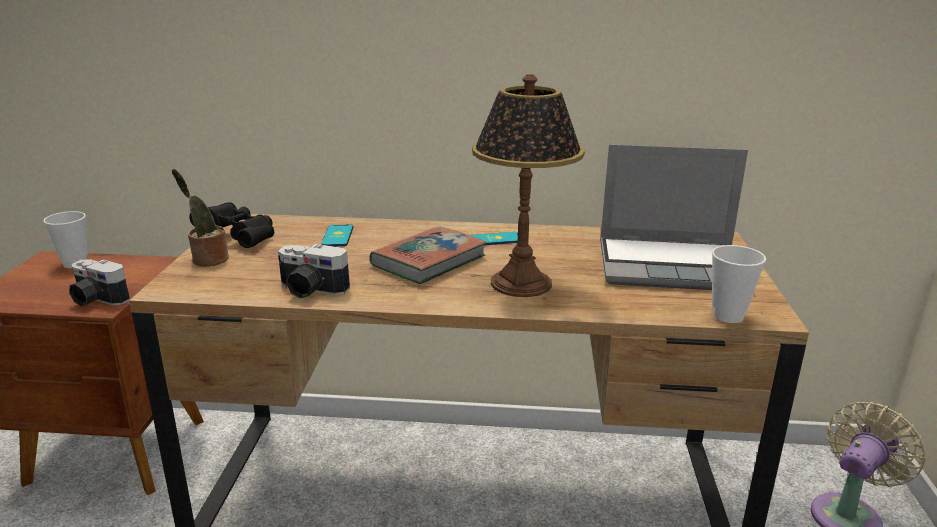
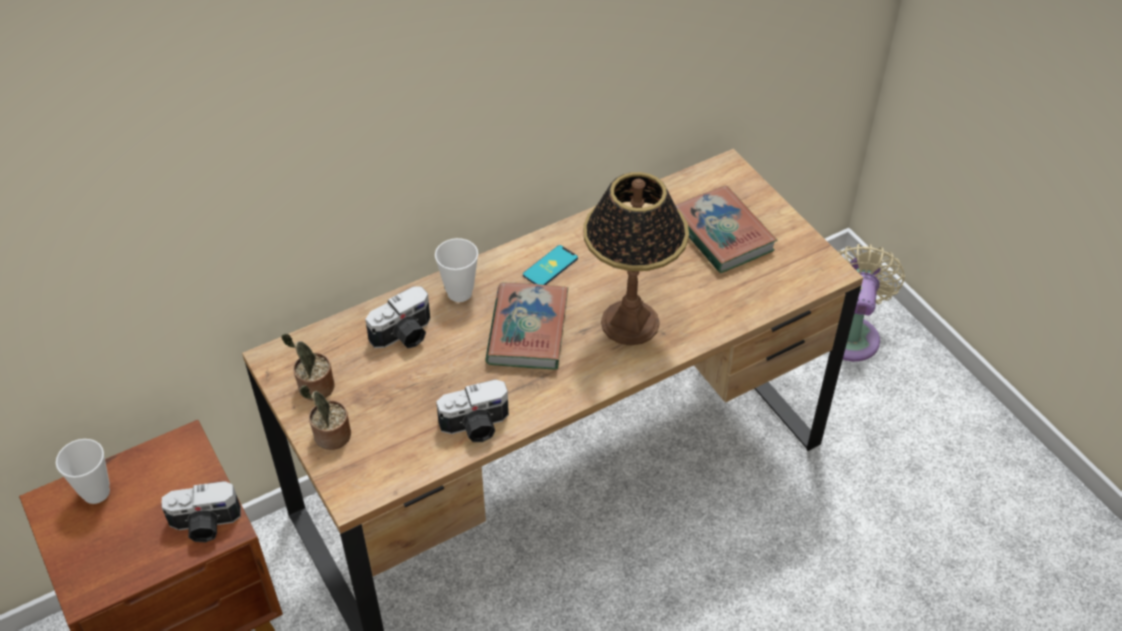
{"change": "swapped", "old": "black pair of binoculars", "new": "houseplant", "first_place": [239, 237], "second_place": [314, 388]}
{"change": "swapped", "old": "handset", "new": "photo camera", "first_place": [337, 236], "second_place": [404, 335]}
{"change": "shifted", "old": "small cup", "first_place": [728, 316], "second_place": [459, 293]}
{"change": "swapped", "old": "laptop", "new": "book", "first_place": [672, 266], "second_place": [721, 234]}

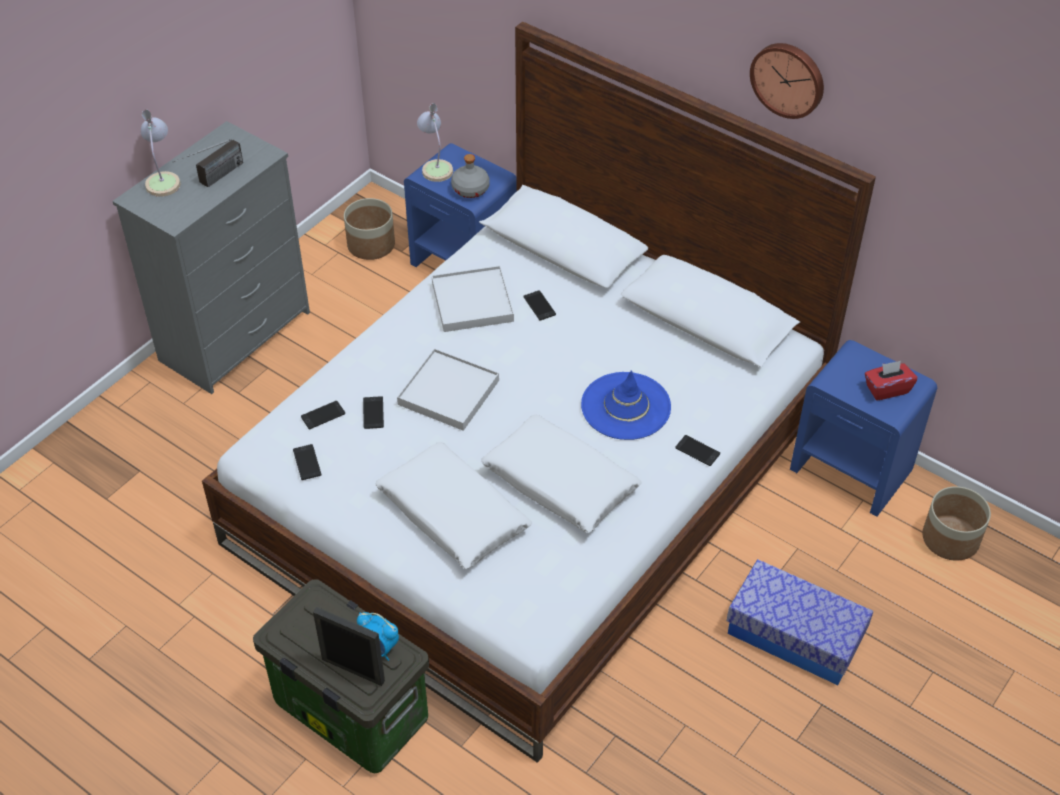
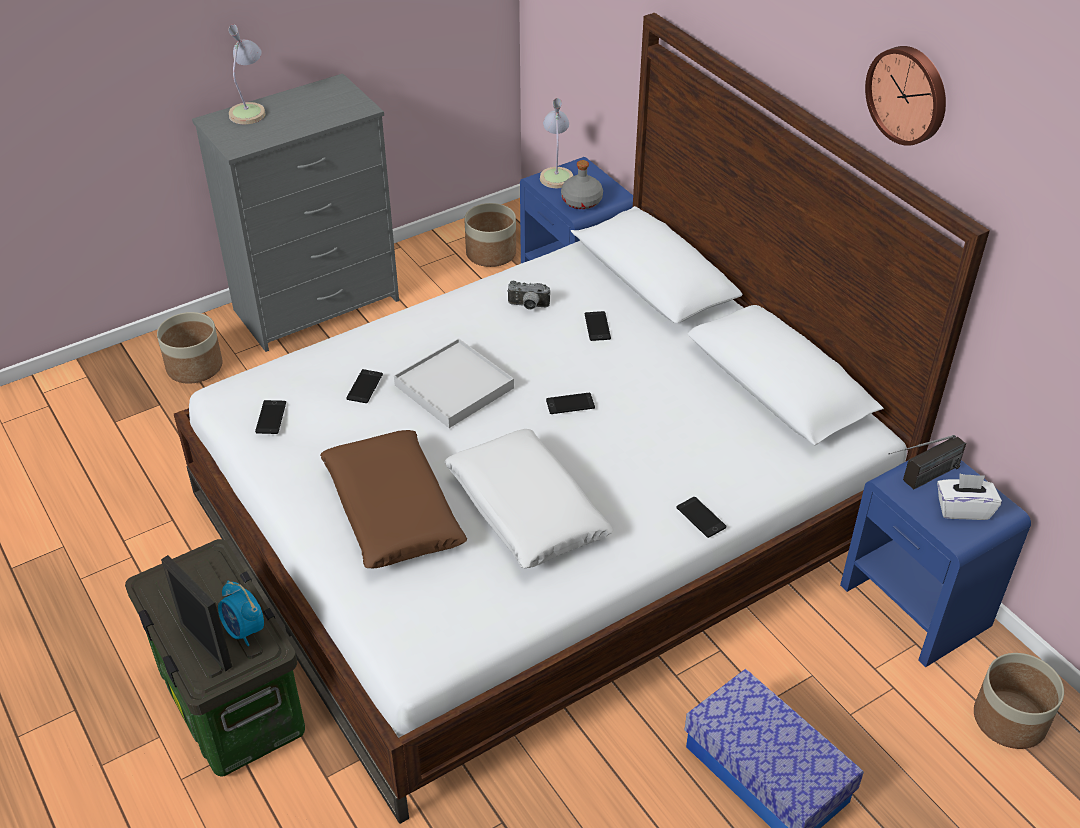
{"change": "new", "new": "planter", "second_place": [195, 367]}
{"change": "repainted", "old": "white throw pillow", "new": "brown-coloured throw pillow", "first_place": [452, 514], "second_place": [392, 510]}
{"change": "swapped", "old": "white carrying tray", "new": "photo camera", "first_place": [472, 302], "second_place": [528, 306]}
{"change": "shifted", "old": "handset", "first_place": [323, 415], "second_place": [570, 404]}
{"change": "shifted", "old": "radio", "first_place": [212, 180], "second_place": [919, 480]}
{"change": "repainted", "old": "red tissue box", "new": "white tissue box", "first_place": [887, 389], "second_place": [963, 509]}
{"change": "gone", "old": "blue-coloured wearable hat", "first_place": [625, 406]}

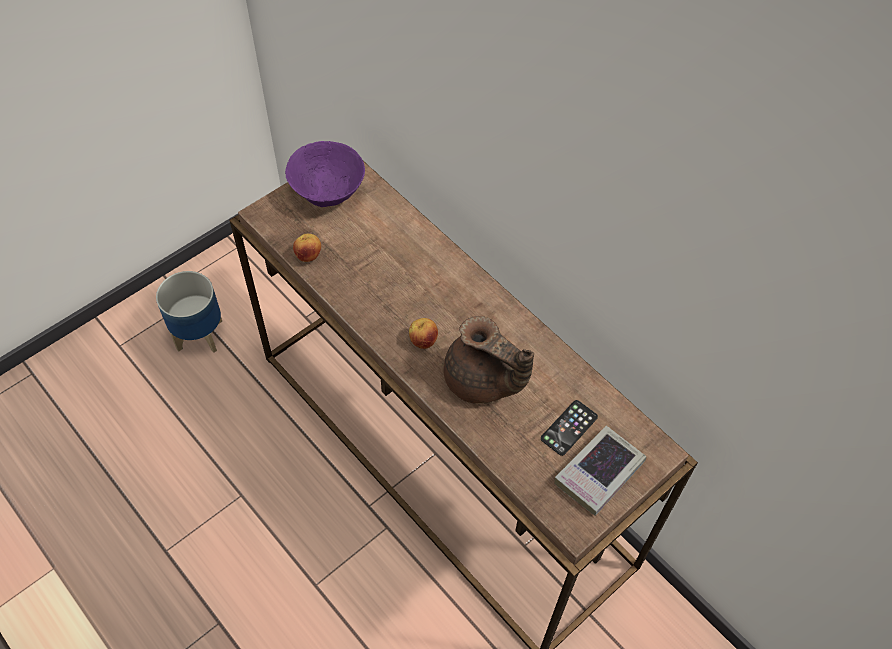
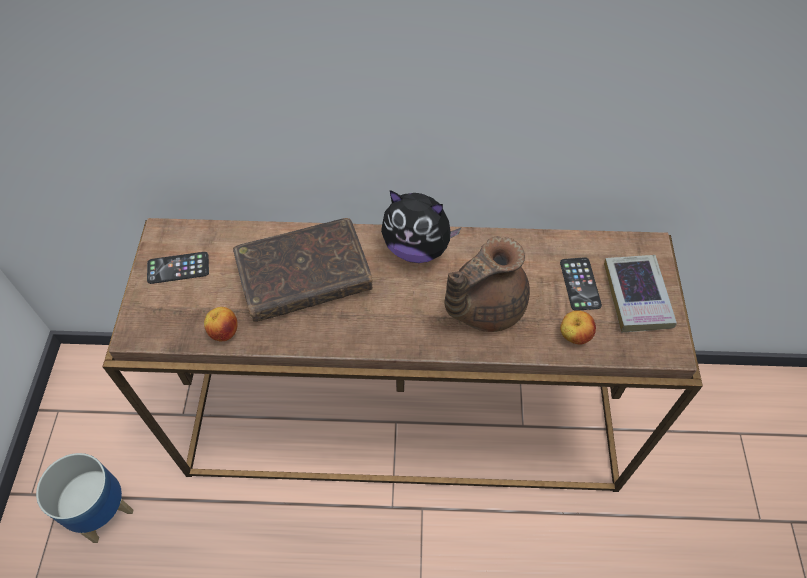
{"change": "swapped", "old": "purple bowl", "new": "handset", "first_place": [327, 193], "second_place": [178, 268]}
{"change": "new", "new": "brown-coloured book", "second_place": [304, 278]}
{"change": "new", "new": "soft toy", "second_place": [417, 248]}
{"change": "rotated", "old": "brown-coloured tea pot", "first_place": [482, 381], "second_place": [483, 306], "degrees": 150}
{"change": "shifted", "old": "whole apple", "first_place": [423, 341], "second_place": [574, 336]}

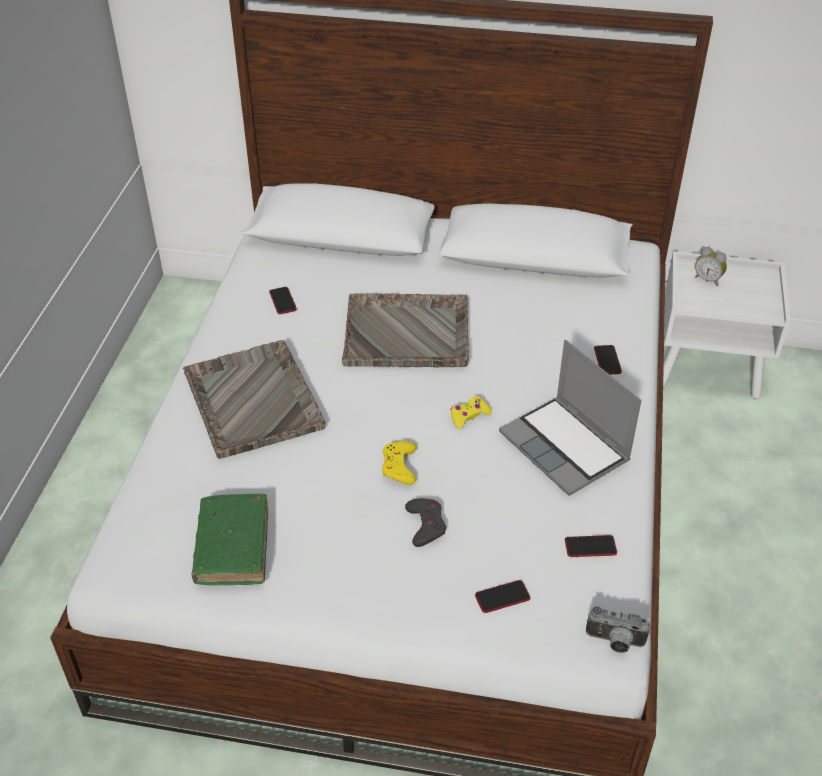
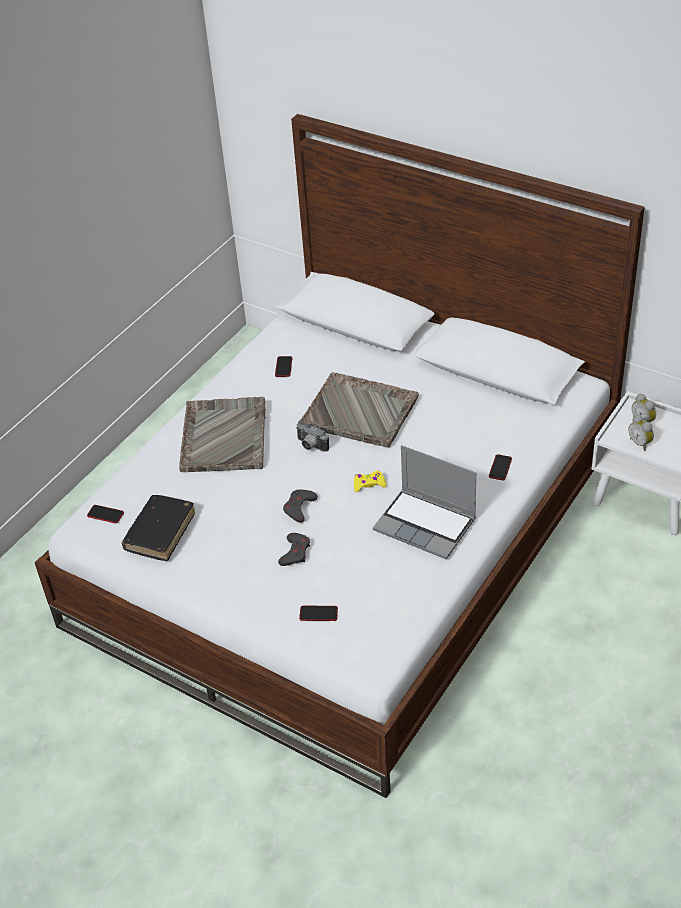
{"change": "shifted", "old": "handset", "first_place": [590, 547], "second_place": [105, 514]}
{"change": "repainted", "old": "green book", "new": "black book", "first_place": [232, 546], "second_place": [160, 533]}
{"change": "repainted", "old": "yellow-coloured joypad", "new": "greyish joypad", "first_place": [399, 466], "second_place": [299, 508]}
{"change": "shifted", "old": "photo camera", "first_place": [614, 642], "second_place": [310, 446]}
{"change": "rotated", "old": "laptop", "first_place": [566, 447], "second_place": [426, 525], "degrees": -45}
{"change": "new", "new": "alarm clock", "second_place": [640, 443]}

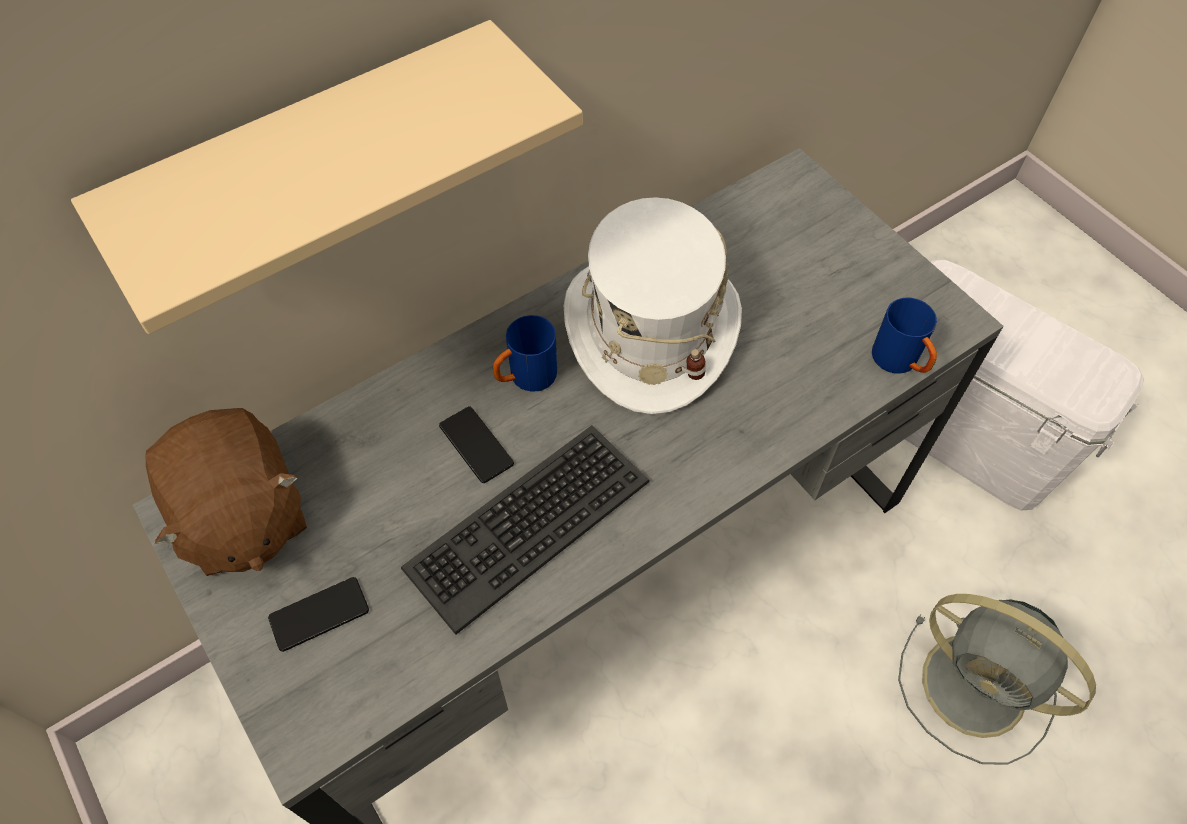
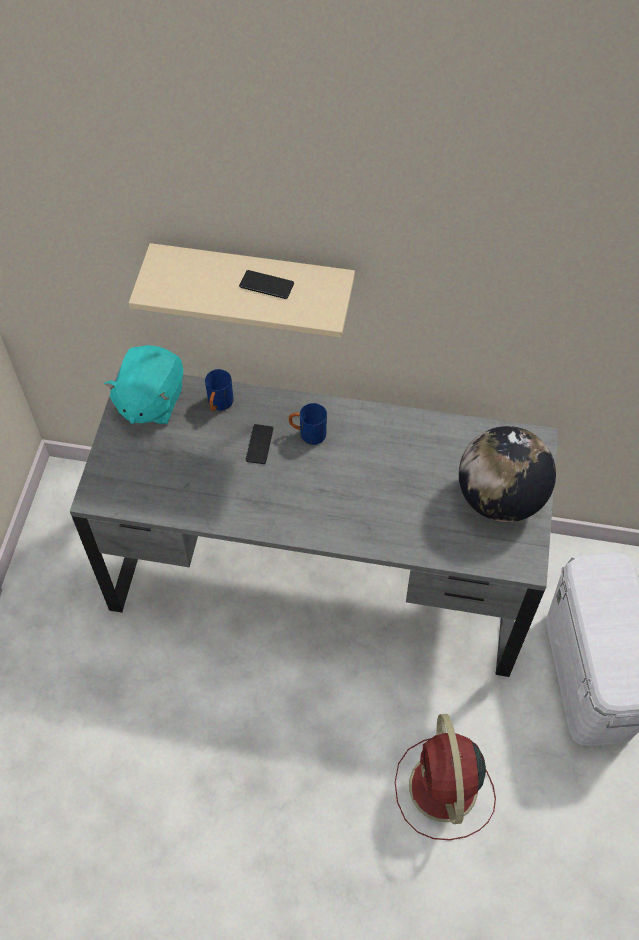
{"change": "repainted", "old": "brown-coloured soft toy", "new": "turquoise-coloured soft toy", "first_place": [241, 517], "second_place": [150, 401]}
{"change": "shifted", "old": "blue-coloured tea mug", "first_place": [900, 362], "second_place": [219, 405]}
{"change": "shifted", "old": "handset", "first_place": [319, 614], "second_place": [266, 285]}
{"change": "repainted", "old": "greyish fan", "new": "red fan", "first_place": [978, 688], "second_place": [443, 790]}
{"change": "new", "new": "world globe", "second_place": [499, 498]}
{"change": "gone", "old": "PC keyboard", "first_place": [527, 523]}
{"change": "gone", "old": "white wearable hat", "first_place": [649, 331]}

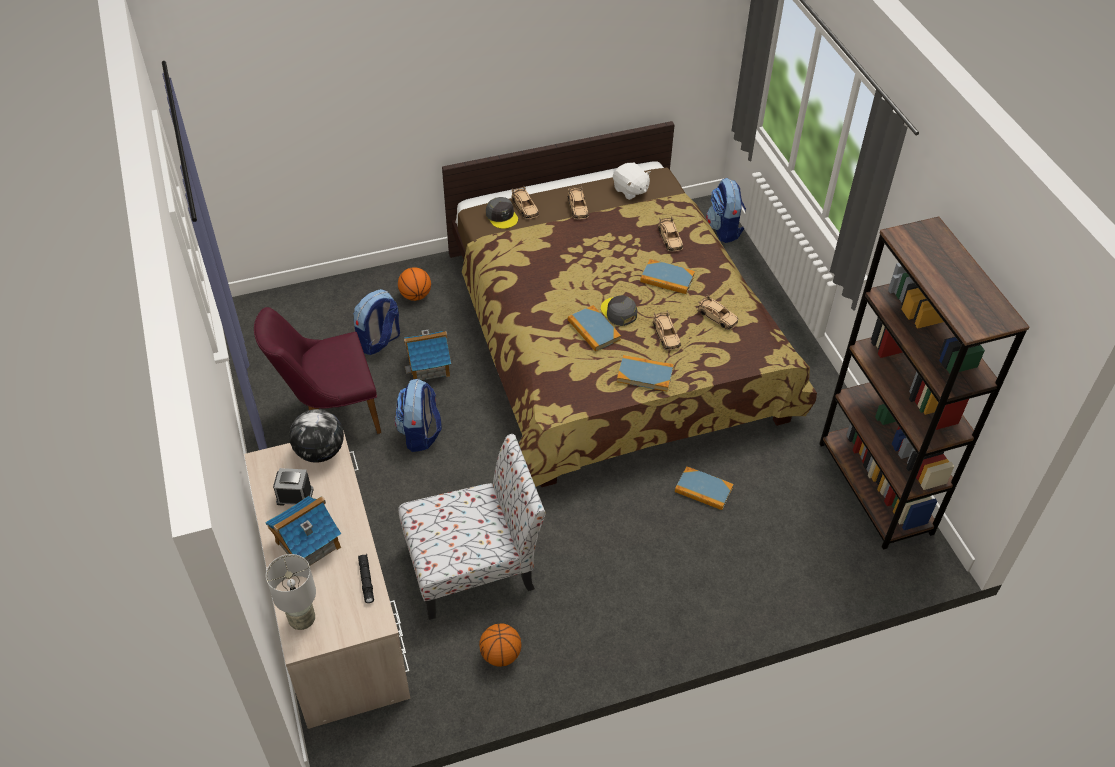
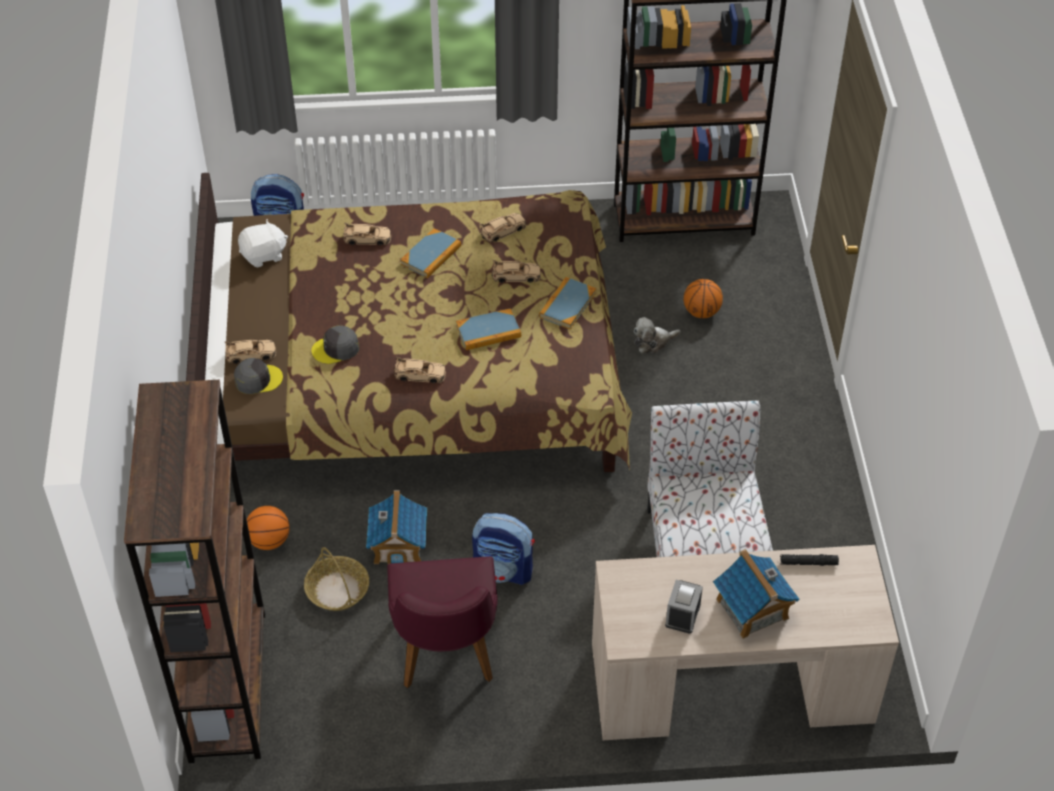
{"change": "new", "new": "brown-coloured shelving unit", "second_place": [228, 685]}
{"change": "swapped", "old": "backpack", "new": "storage basket", "first_place": [379, 342], "second_place": [338, 590]}
{"change": "shifted", "old": "greyish baseball cap", "first_place": [618, 312], "second_place": [336, 349]}
{"change": "shifted", "old": "sand-coloured toy car", "first_place": [578, 207], "second_place": [420, 375]}
{"change": "swapped", "old": "book", "new": "soft toy", "first_place": [703, 490], "second_place": [653, 342]}
{"change": "shifted", "old": "basketball", "first_place": [500, 655], "second_place": [701, 312]}
{"change": "gone", "old": "greyish table lamp", "first_place": [302, 619]}
{"change": "gone", "old": "world globe", "first_place": [320, 452]}

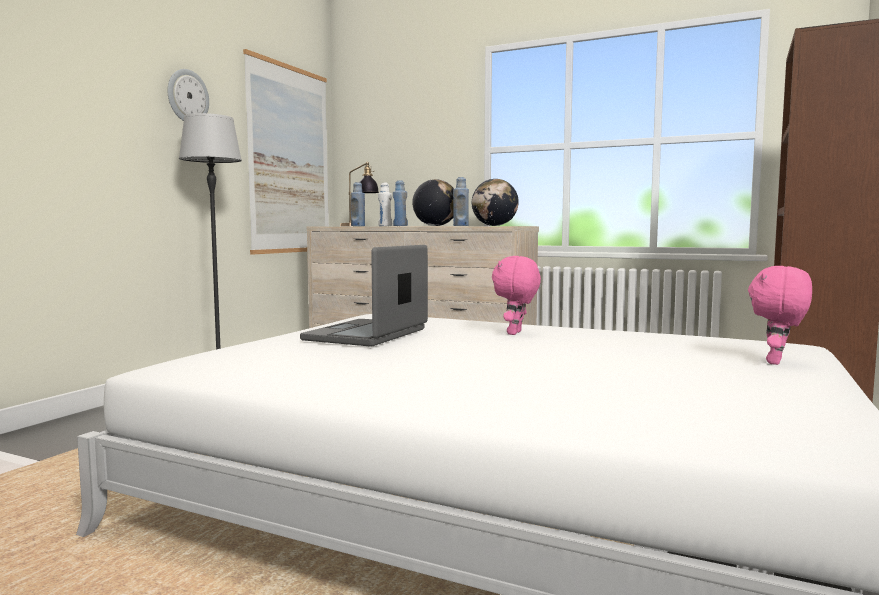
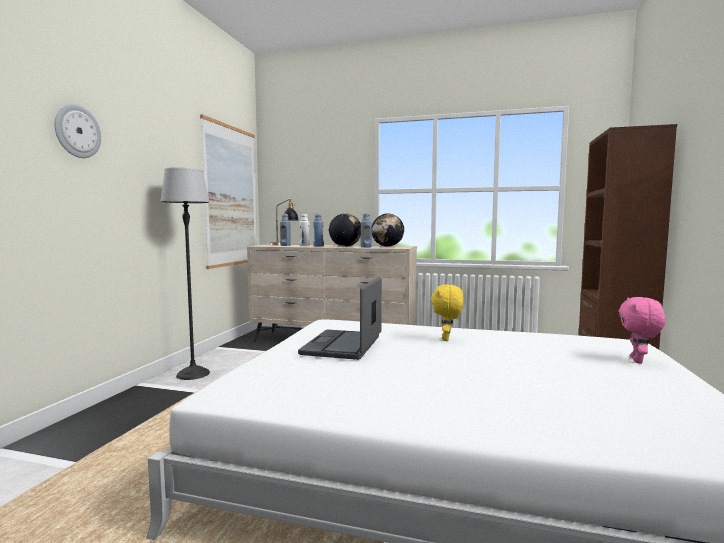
{"change": "shifted", "old": "clock on the wall", "first_place": [187, 96], "second_place": [77, 131]}
{"change": "repainted", "old": "pinkish soft toy", "new": "yellow-coloured soft toy", "first_place": [516, 333], "second_place": [447, 339]}

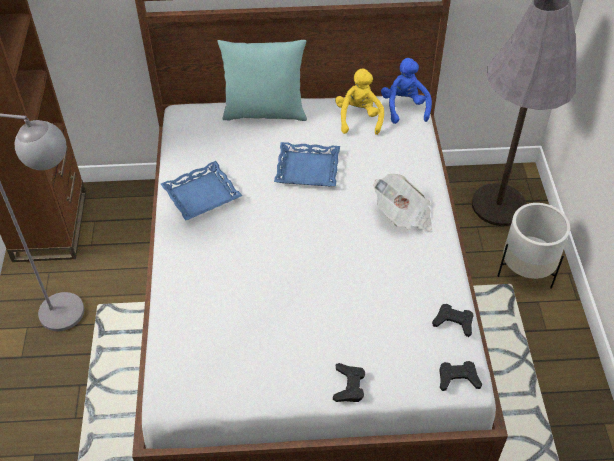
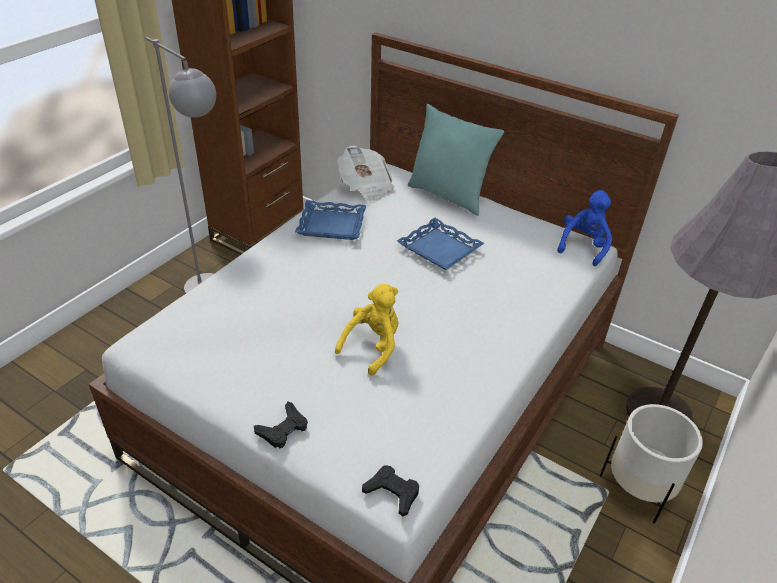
{"change": "shifted", "old": "yellow-coloured soft toy", "first_place": [359, 118], "second_place": [373, 347]}
{"change": "shifted", "old": "printed paper", "first_place": [403, 215], "second_place": [365, 187]}
{"change": "gone", "old": "black joypad", "first_place": [453, 322]}

